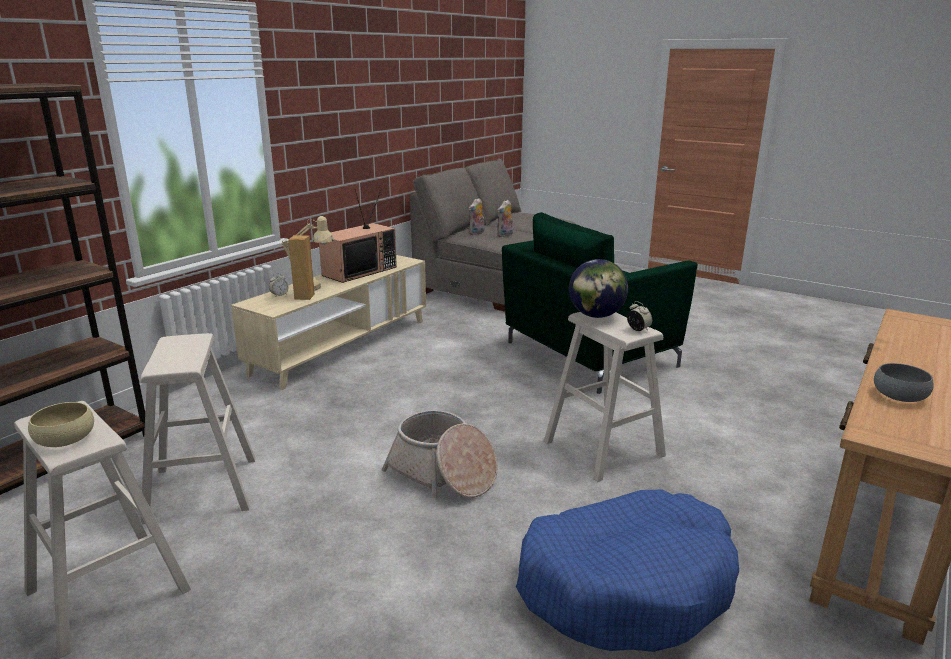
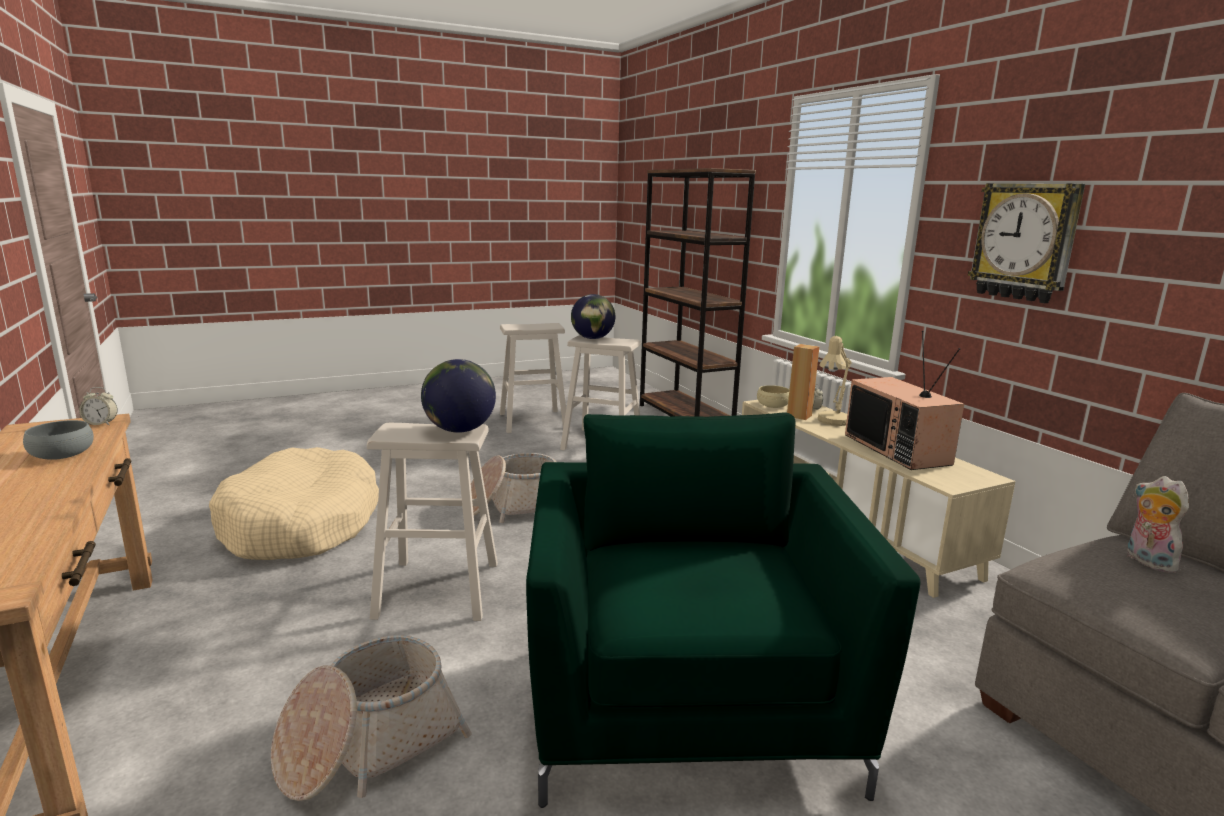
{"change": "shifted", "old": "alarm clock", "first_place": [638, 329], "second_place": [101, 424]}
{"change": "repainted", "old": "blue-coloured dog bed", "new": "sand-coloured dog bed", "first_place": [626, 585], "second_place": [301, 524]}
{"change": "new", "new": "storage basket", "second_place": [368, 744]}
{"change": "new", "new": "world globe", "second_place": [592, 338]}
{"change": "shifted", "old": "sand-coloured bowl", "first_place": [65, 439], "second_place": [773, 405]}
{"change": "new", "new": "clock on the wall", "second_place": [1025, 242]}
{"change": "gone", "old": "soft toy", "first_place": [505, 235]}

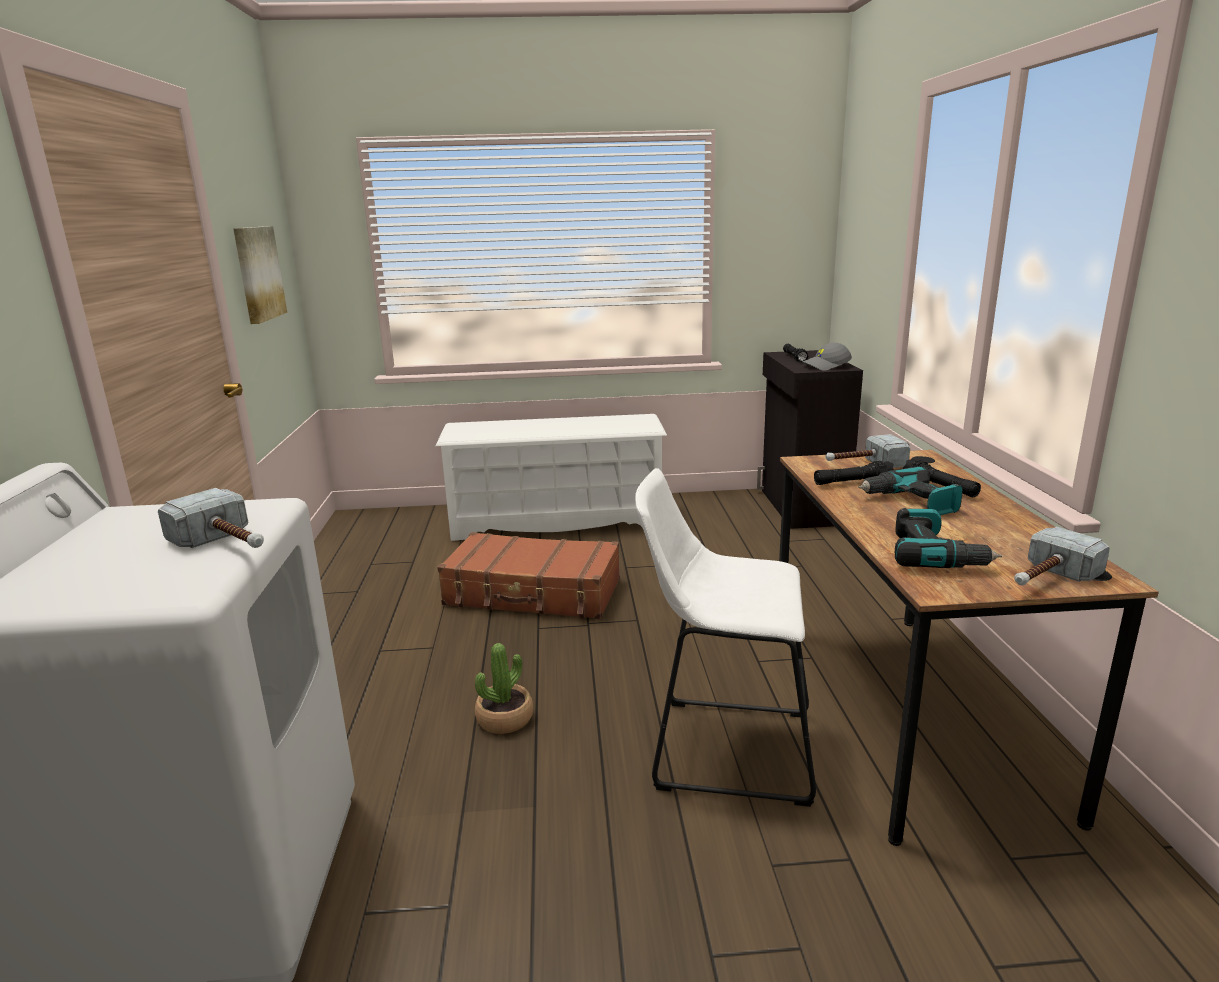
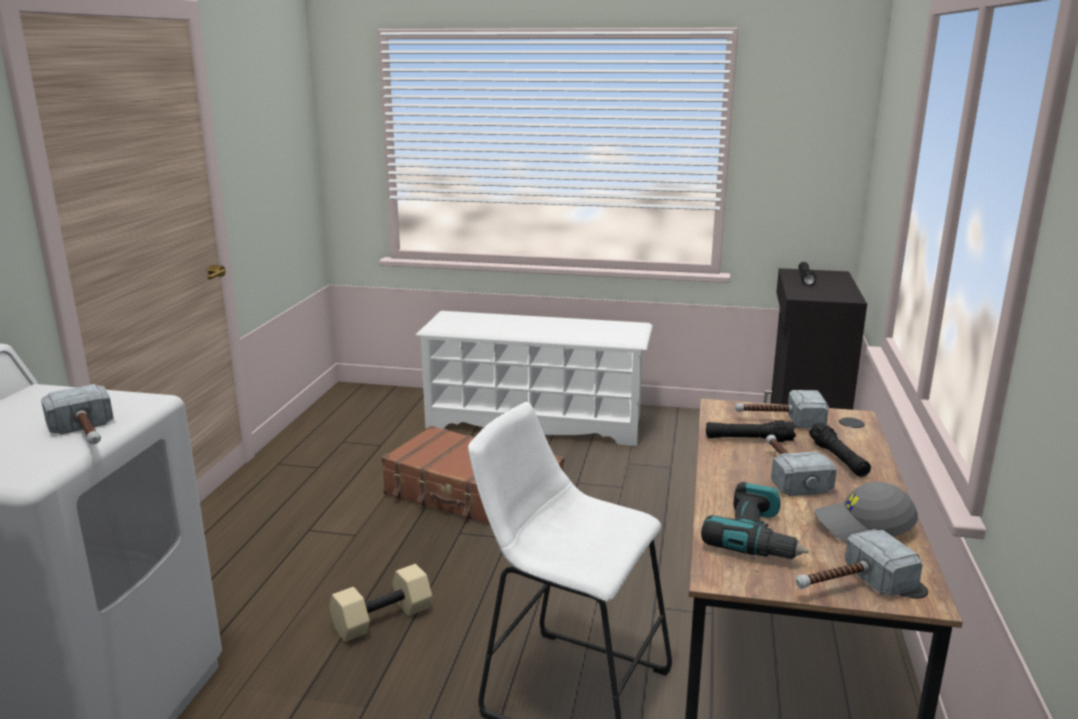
{"change": "swapped", "old": "houseplant", "new": "sand-coloured free weight", "first_place": [505, 718], "second_place": [382, 617]}
{"change": "swapped", "old": "power drill", "new": "hammer", "first_place": [910, 503], "second_place": [788, 473]}
{"change": "shifted", "old": "greyish baseball cap", "first_place": [826, 366], "second_place": [863, 527]}
{"change": "gone", "old": "wall picture", "first_place": [258, 273]}

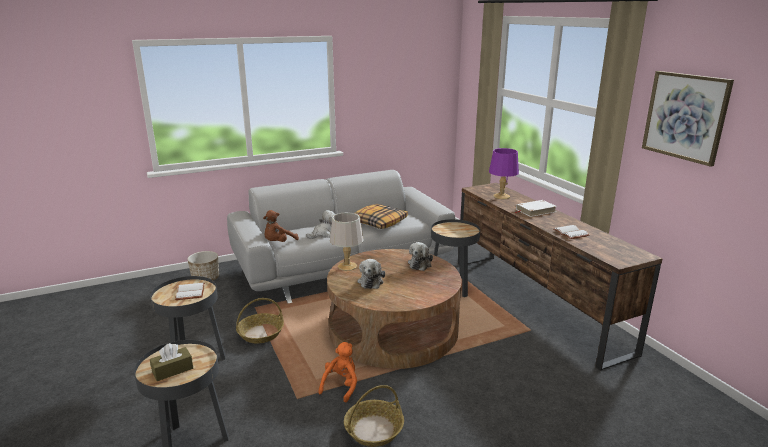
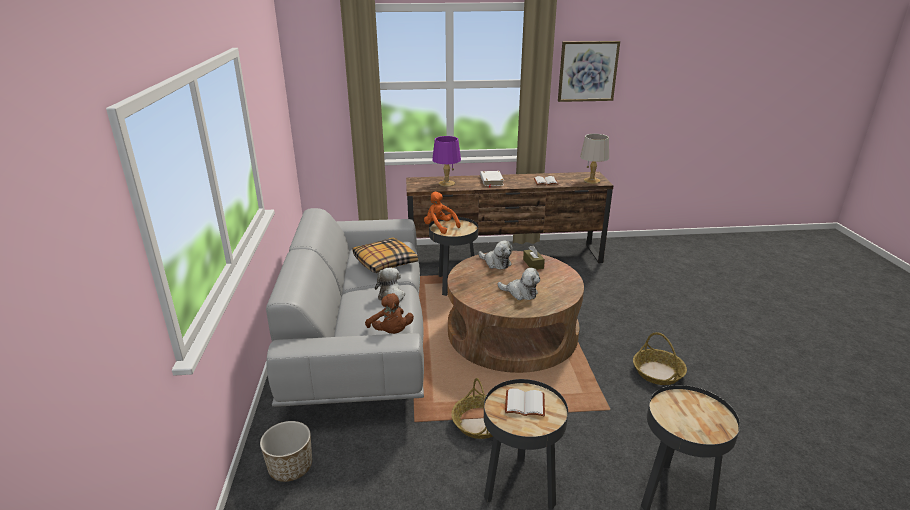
{"change": "shifted", "old": "orange soft toy", "first_place": [341, 386], "second_place": [439, 227]}
{"change": "shifted", "old": "brown-coloured tissue box", "first_place": [172, 370], "second_place": [533, 264]}
{"change": "shifted", "old": "greyish table lamp", "first_place": [347, 266], "second_place": [592, 181]}

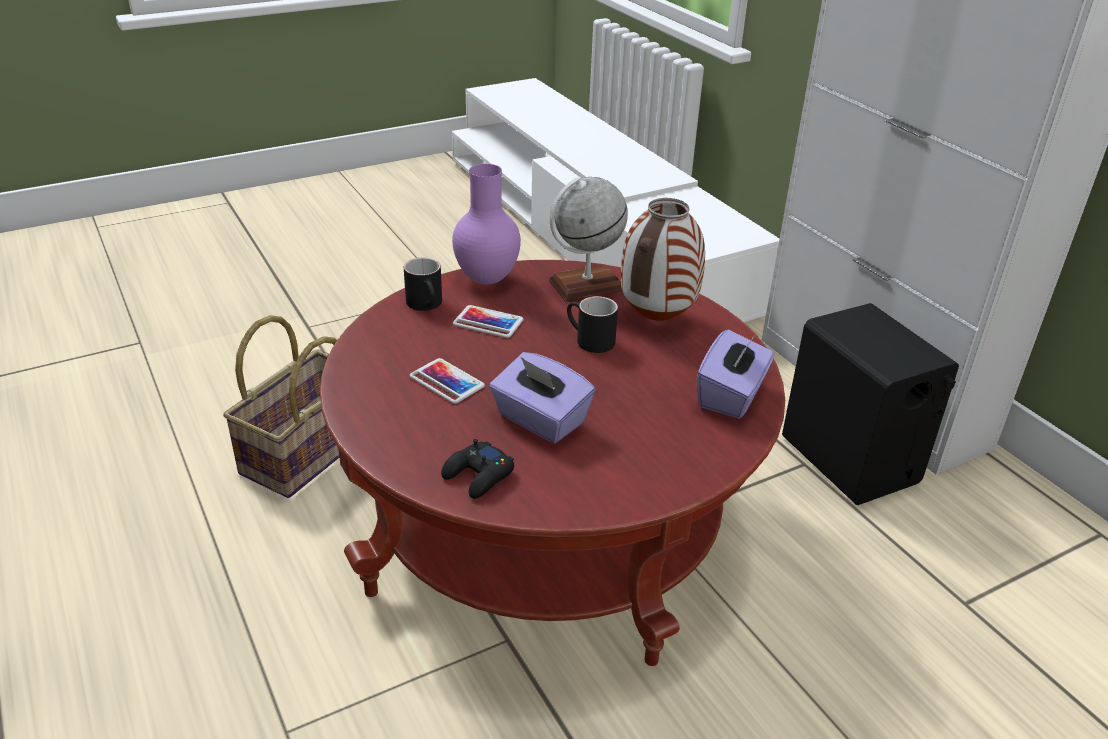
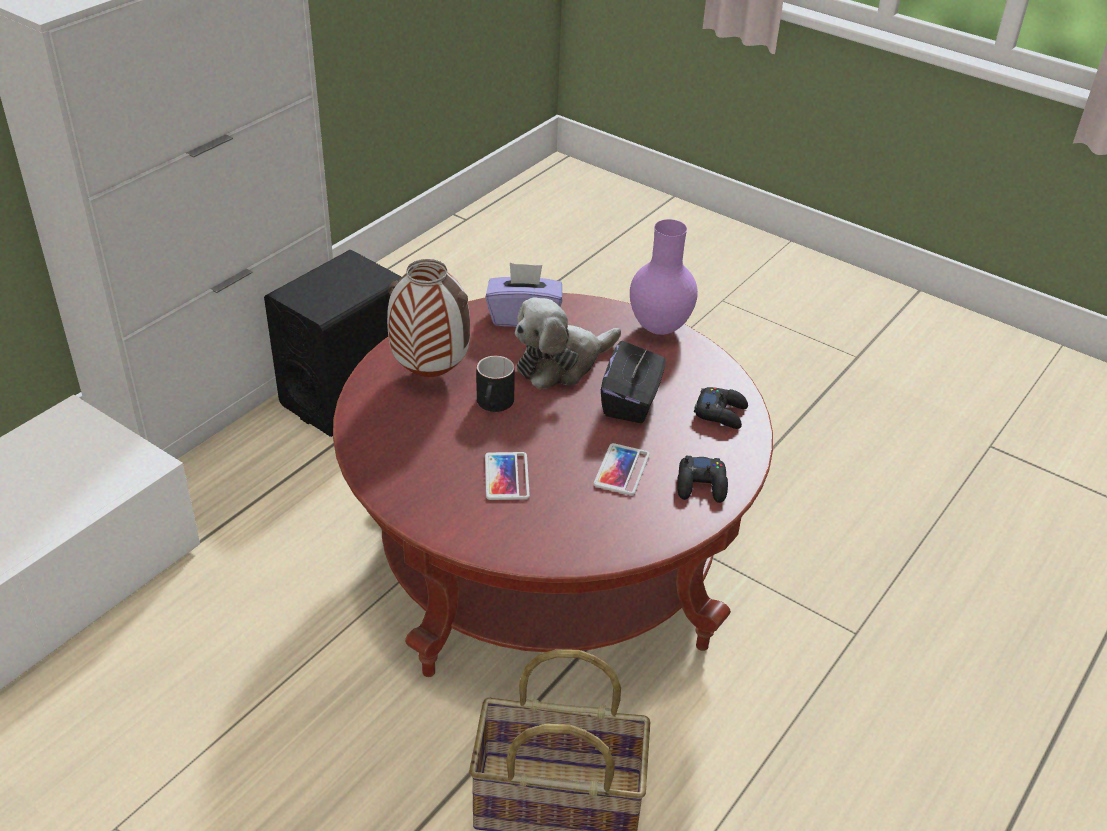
{"change": "new", "new": "soft toy", "second_place": [561, 363]}
{"change": "repainted", "old": "purple tissue box", "new": "black tissue box", "first_place": [540, 420], "second_place": [631, 401]}
{"change": "shifted", "old": "purple vase", "first_place": [485, 279], "second_place": [660, 329]}
{"change": "new", "new": "black joypad", "second_place": [701, 485]}
{"change": "gone", "old": "black tea mug", "first_place": [427, 305]}
{"change": "gone", "old": "world globe", "first_place": [586, 285]}

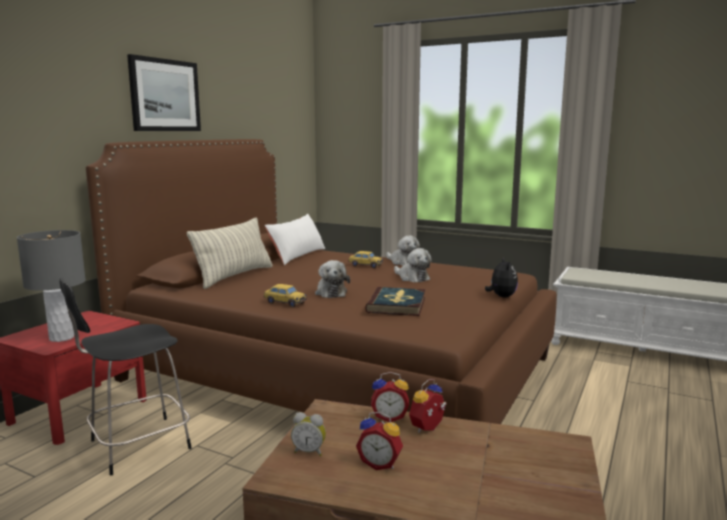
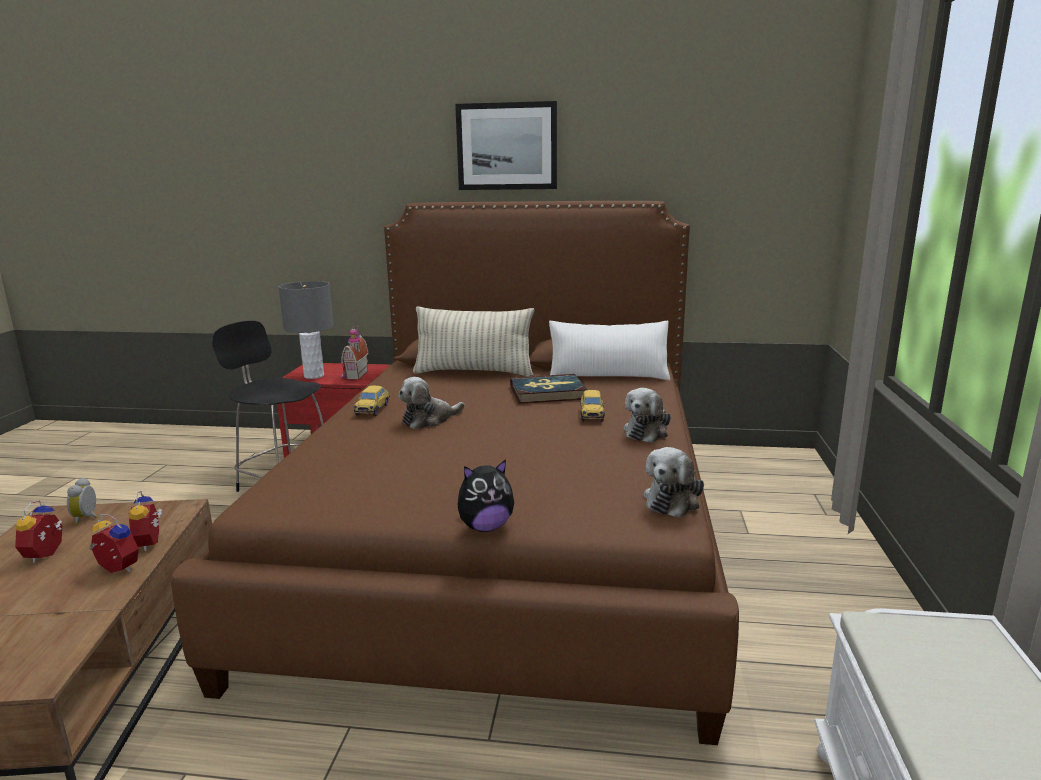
{"change": "new", "new": "miniature house", "second_place": [354, 375]}
{"change": "shifted", "old": "book", "first_place": [397, 305], "second_place": [547, 392]}
{"change": "shifted", "old": "soft toy", "first_place": [412, 278], "second_place": [673, 500]}

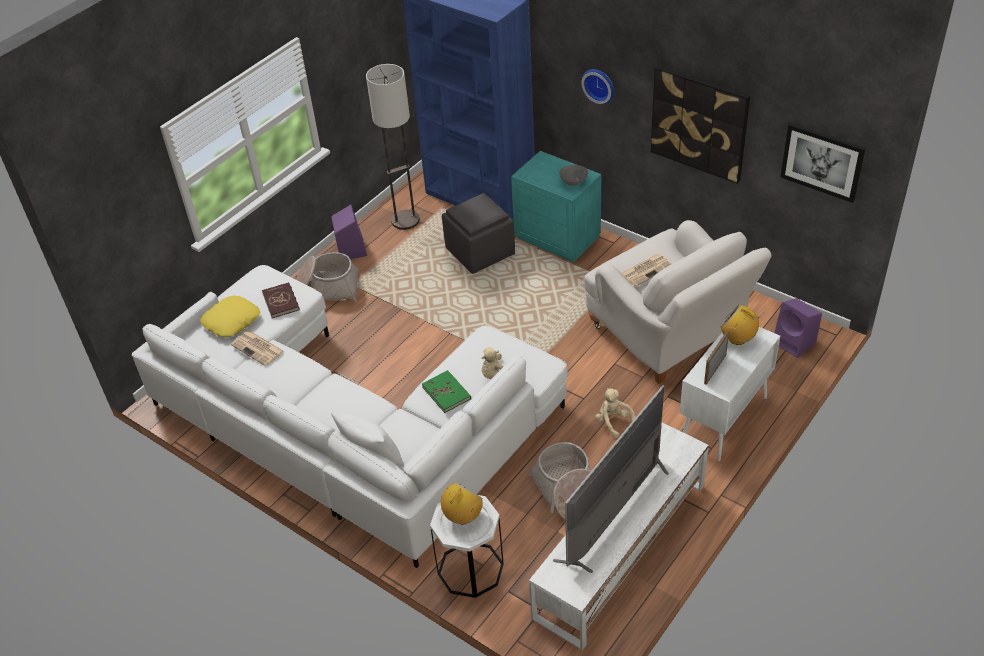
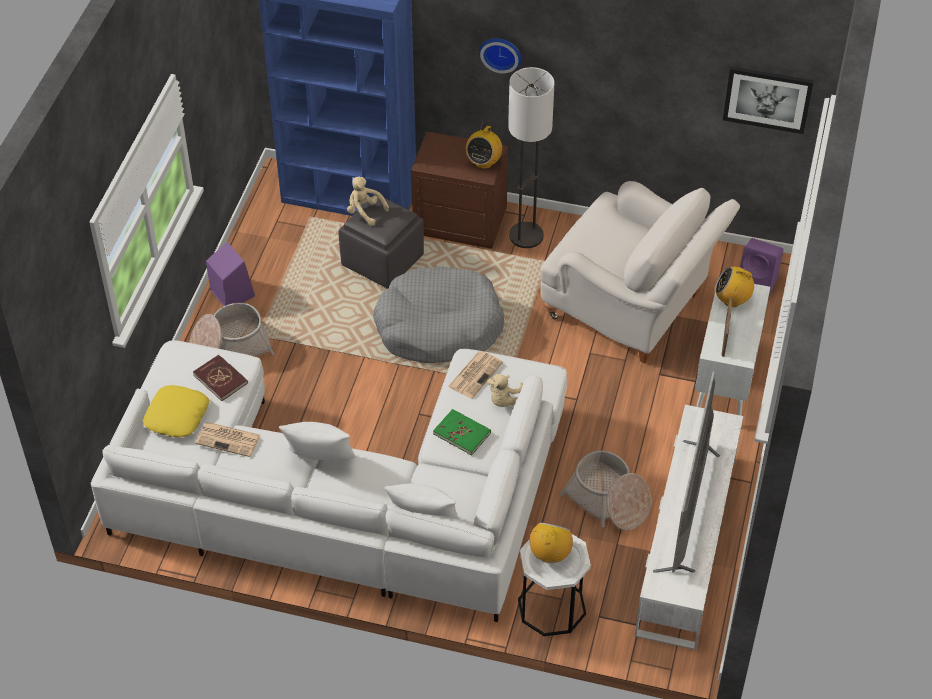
{"change": "new", "new": "white throw pillow", "second_place": [320, 462]}
{"change": "shifted", "old": "sand-coloured soft toy", "first_place": [613, 422], "second_place": [365, 211]}
{"change": "new", "new": "greyish dog bed", "second_place": [438, 327]}
{"change": "repainted", "old": "turquoise-coloured nightstand", "new": "brown-coloured nightstand", "first_place": [558, 237], "second_place": [460, 222]}
{"change": "shifted", "old": "printed paper", "first_place": [647, 270], "second_place": [475, 374]}
{"change": "swapped", "old": "greyish bowl", "new": "radio", "first_place": [574, 182], "second_place": [483, 162]}
{"change": "shifted", "old": "floor lamp", "first_place": [405, 220], "second_place": [526, 236]}
{"change": "gone", "old": "wall picture", "first_place": [699, 123]}

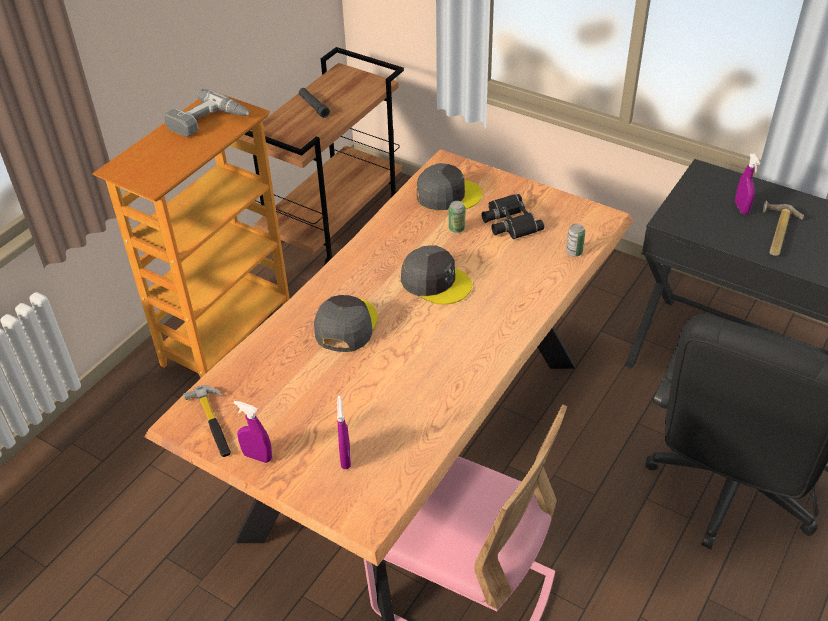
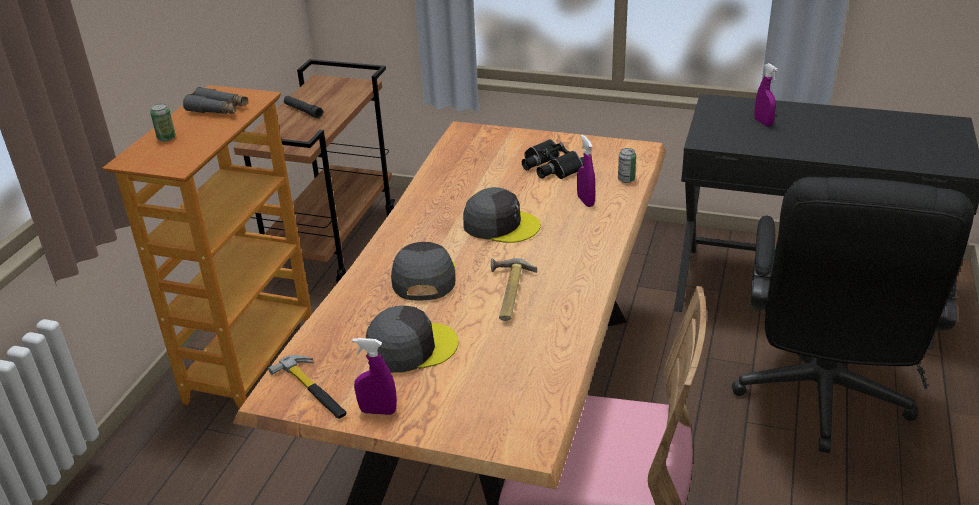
{"change": "shifted", "old": "sealed can", "first_place": [456, 229], "second_place": [166, 138]}
{"change": "swapped", "old": "power drill", "new": "greyish pair of binoculars", "first_place": [208, 122], "second_place": [218, 109]}
{"change": "shifted", "old": "greyish baseball cap", "first_place": [448, 194], "second_place": [411, 347]}
{"change": "shifted", "old": "hammer", "first_place": [775, 232], "second_place": [507, 293]}
{"change": "shifted", "old": "purple spray bottle", "first_place": [345, 458], "second_place": [585, 201]}

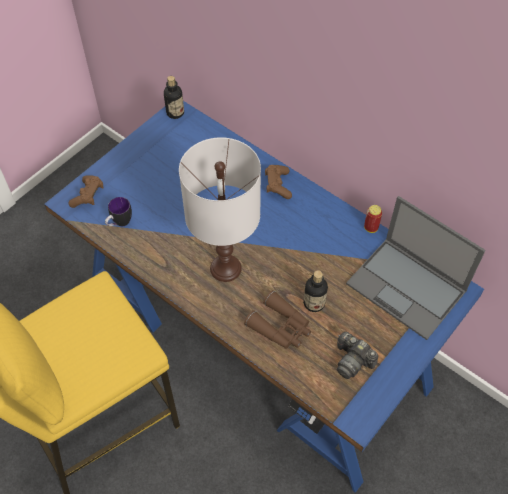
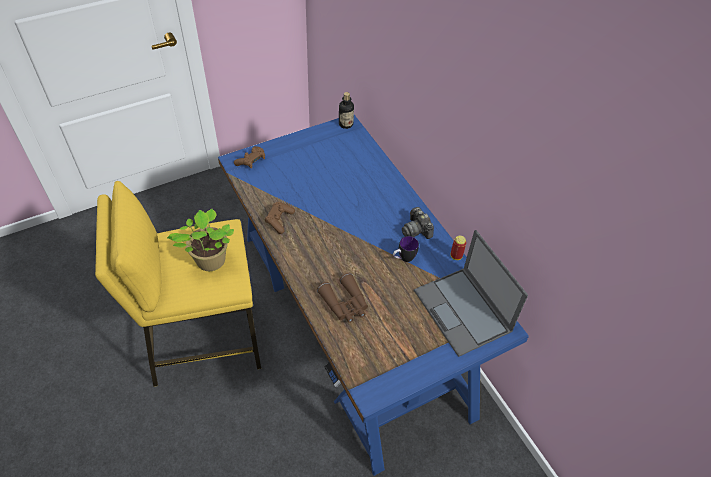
{"change": "new", "new": "houseplant", "second_place": [209, 262]}
{"change": "shifted", "old": "brown-coloured joypad", "first_place": [278, 185], "second_place": [279, 220]}
{"change": "shifted", "old": "tea mug", "first_place": [119, 223], "second_place": [403, 258]}
{"change": "shifted", "old": "photo camera", "first_place": [352, 360], "second_place": [416, 230]}
{"change": "gone", "old": "white table lamp", "first_place": [226, 268]}
{"change": "gone", "old": "beverage bottle", "first_place": [314, 303]}

